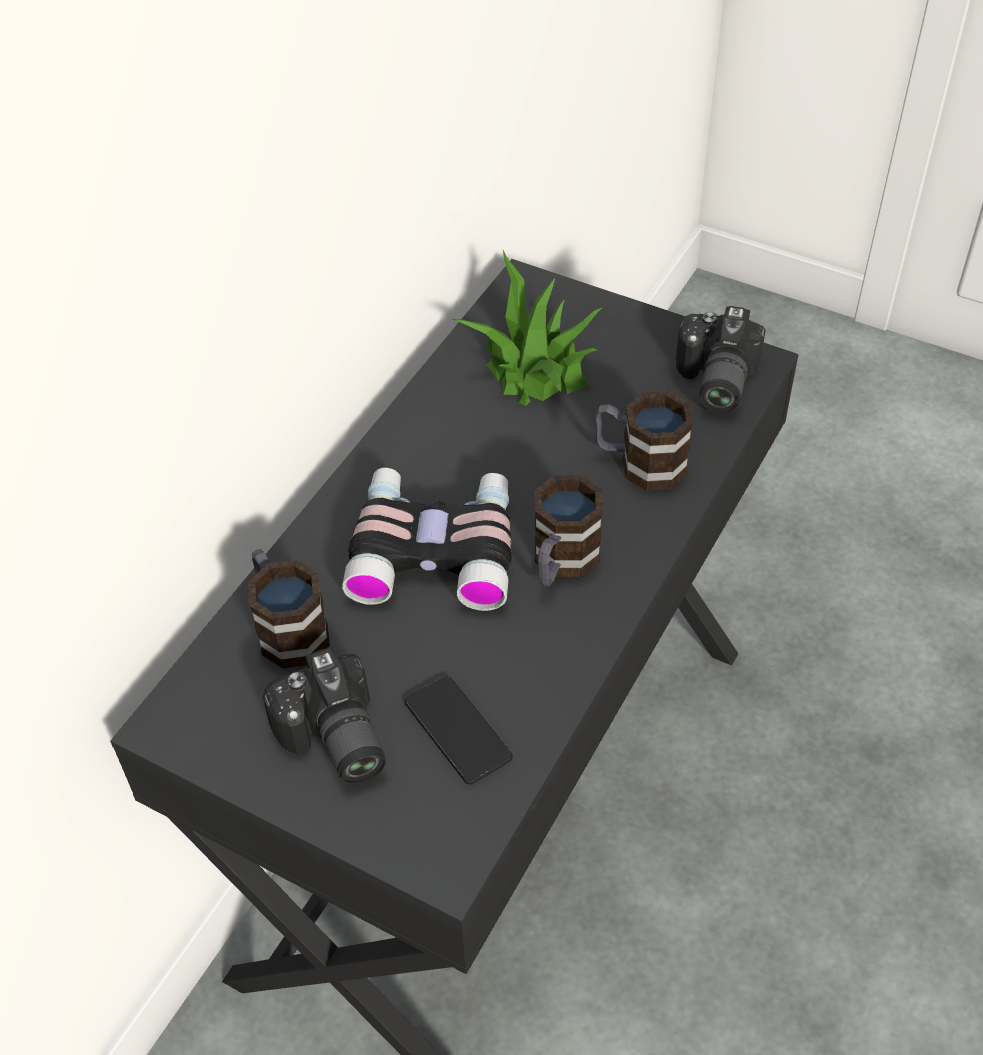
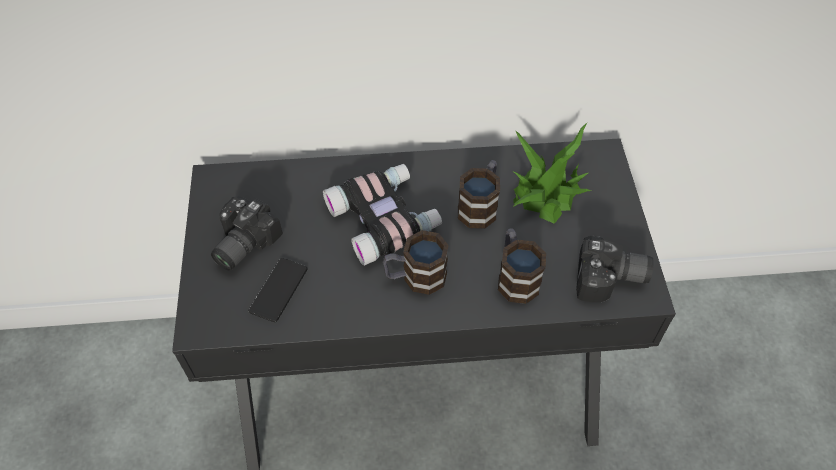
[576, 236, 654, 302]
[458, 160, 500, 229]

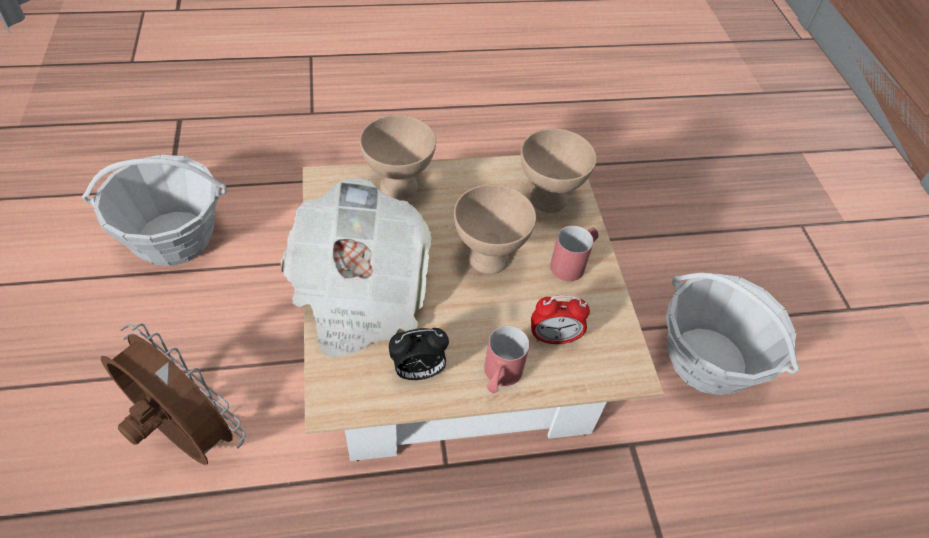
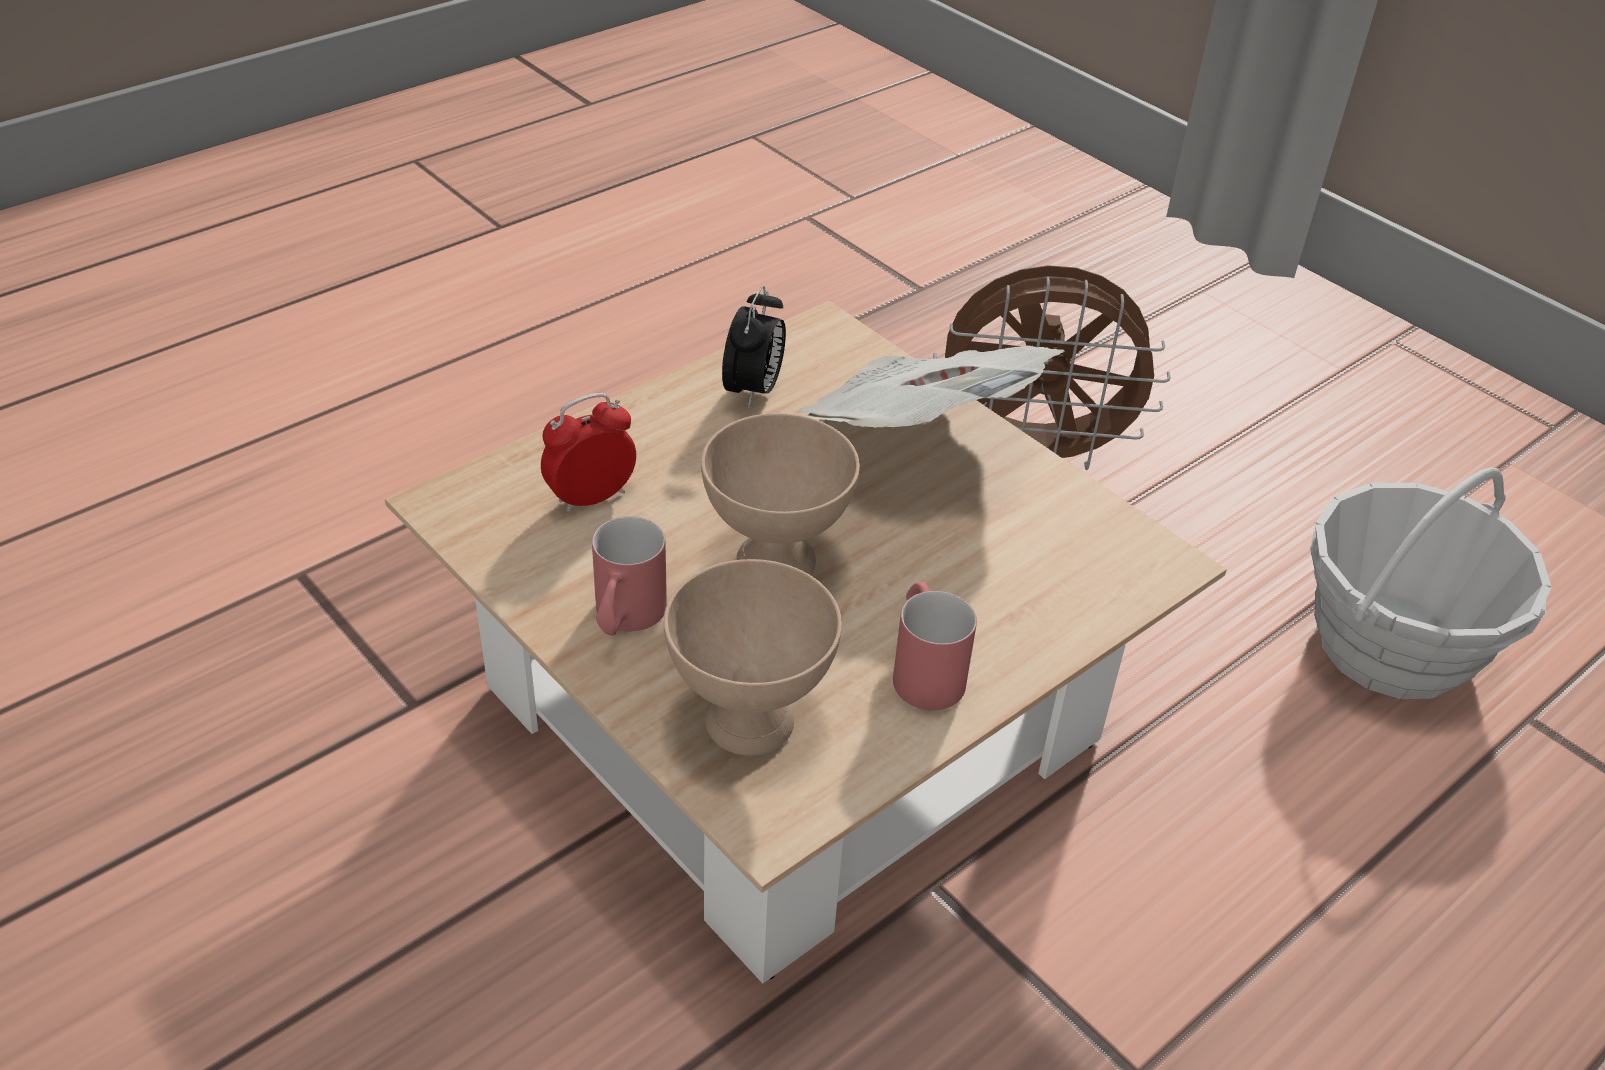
[360, 115, 436, 200] (first image)
[666, 272, 800, 395] (first image)
[893, 582, 977, 710]
[722, 285, 786, 408]

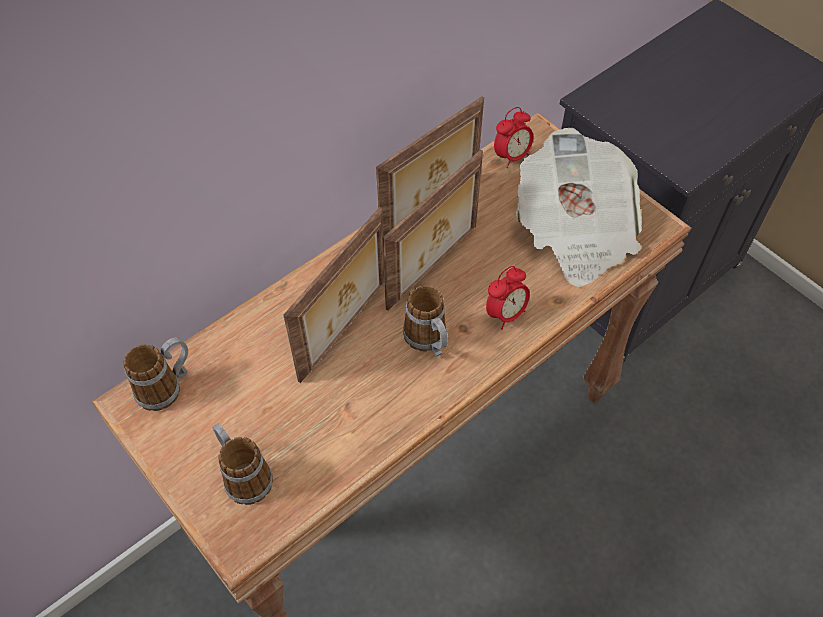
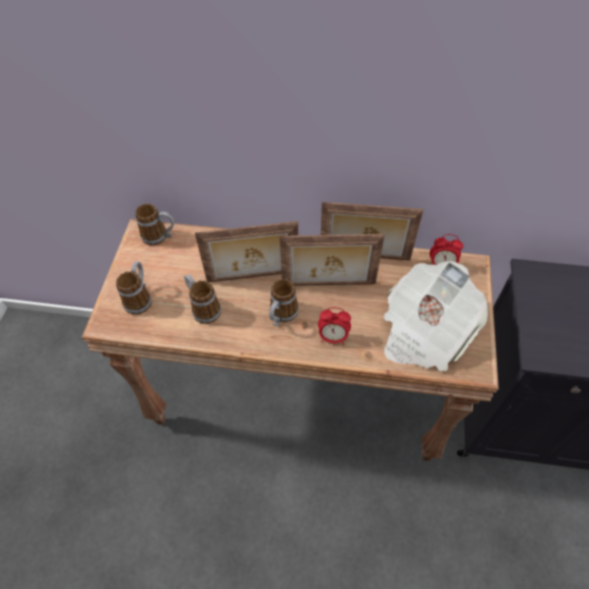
[184, 274, 221, 324]

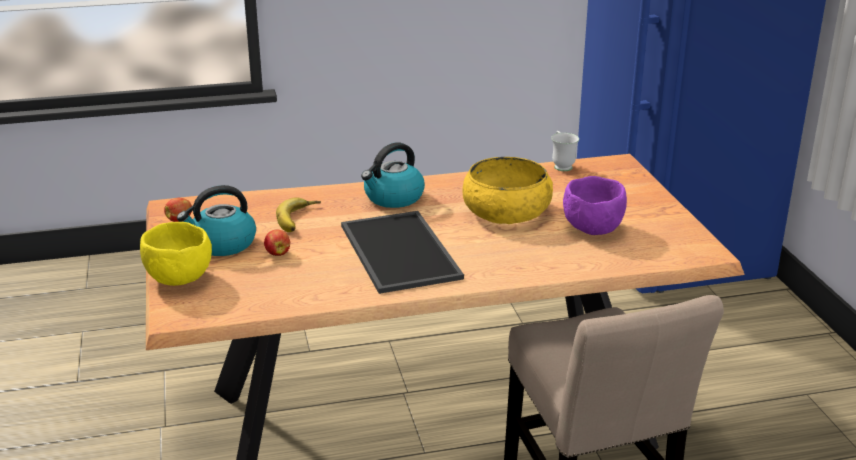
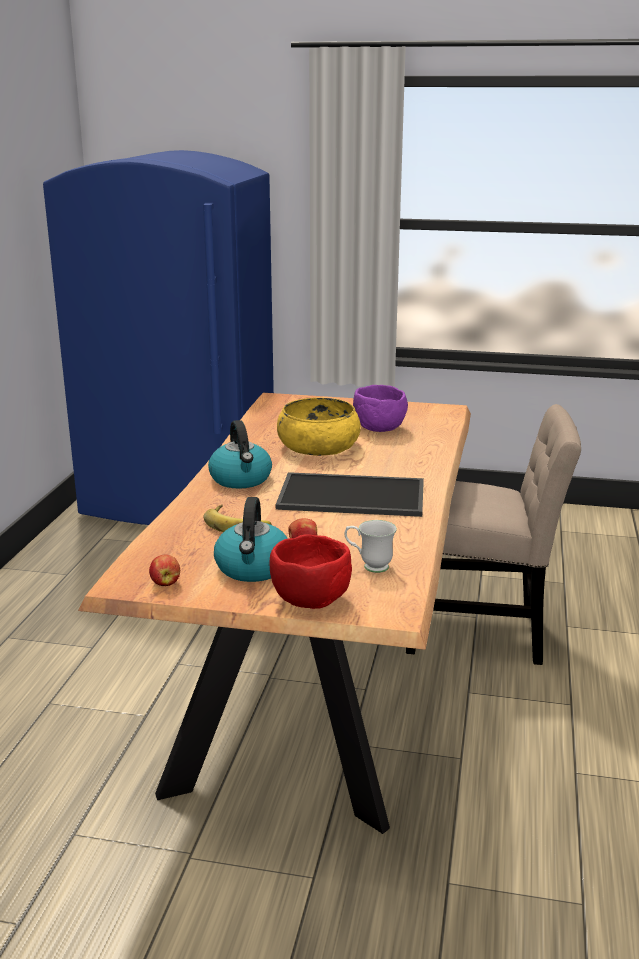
[344, 520, 397, 573]
[269, 534, 352, 609]

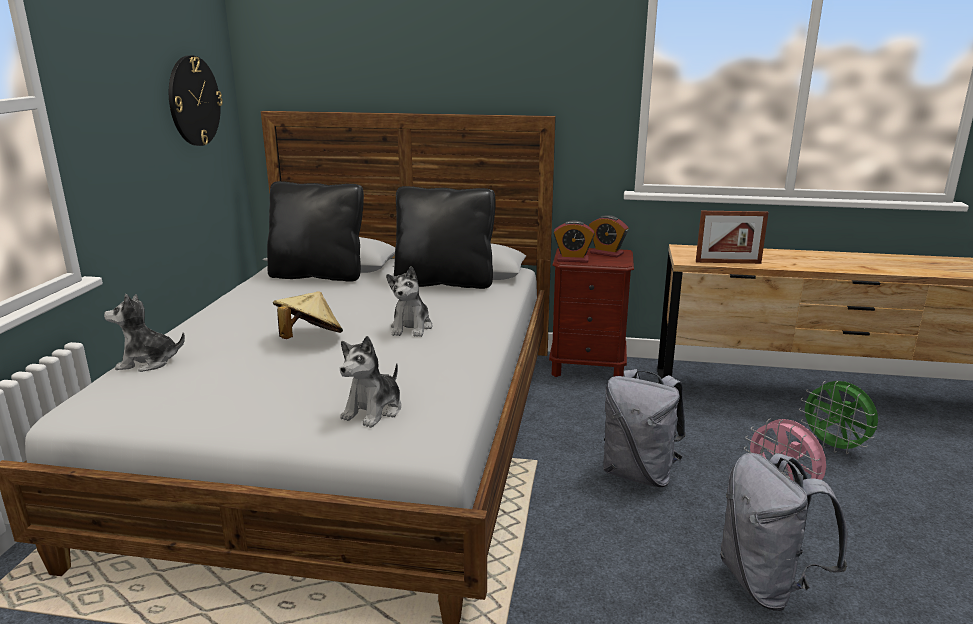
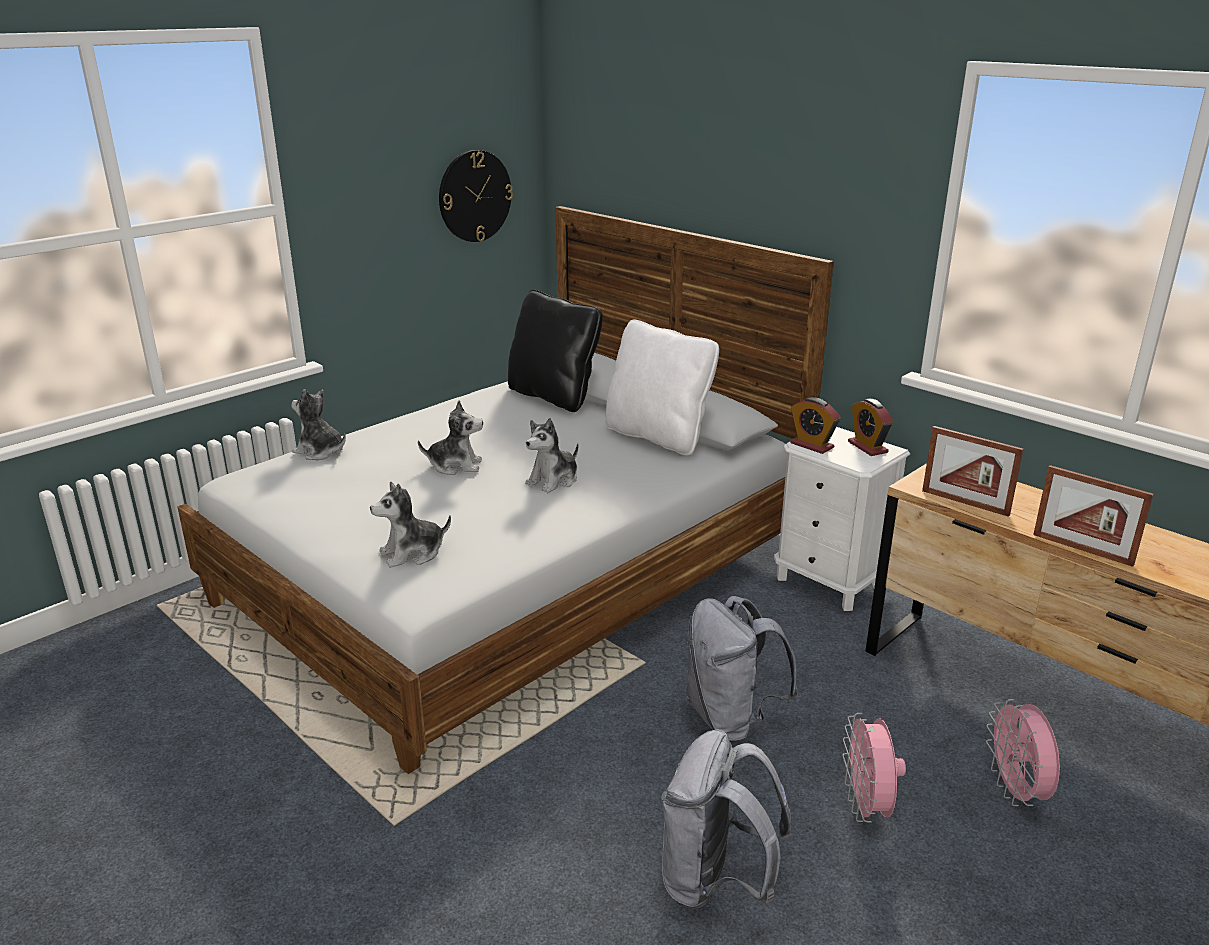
[605, 320, 719, 455]
[774, 427, 910, 611]
[418, 400, 483, 475]
[986, 699, 1060, 806]
[1033, 465, 1154, 567]

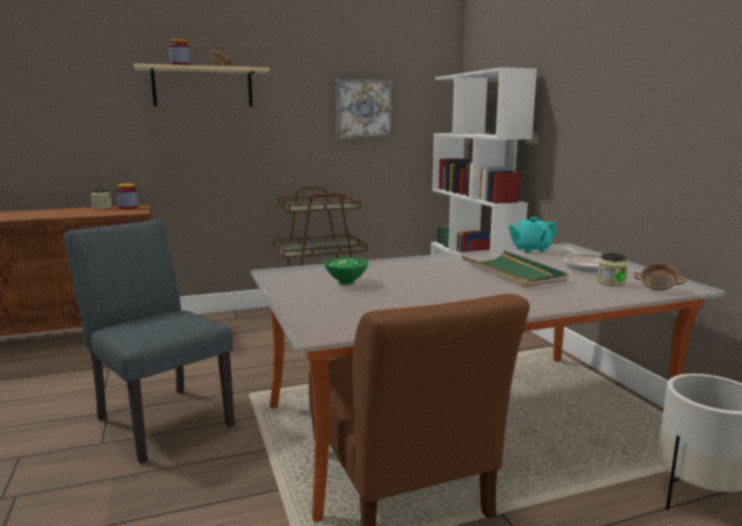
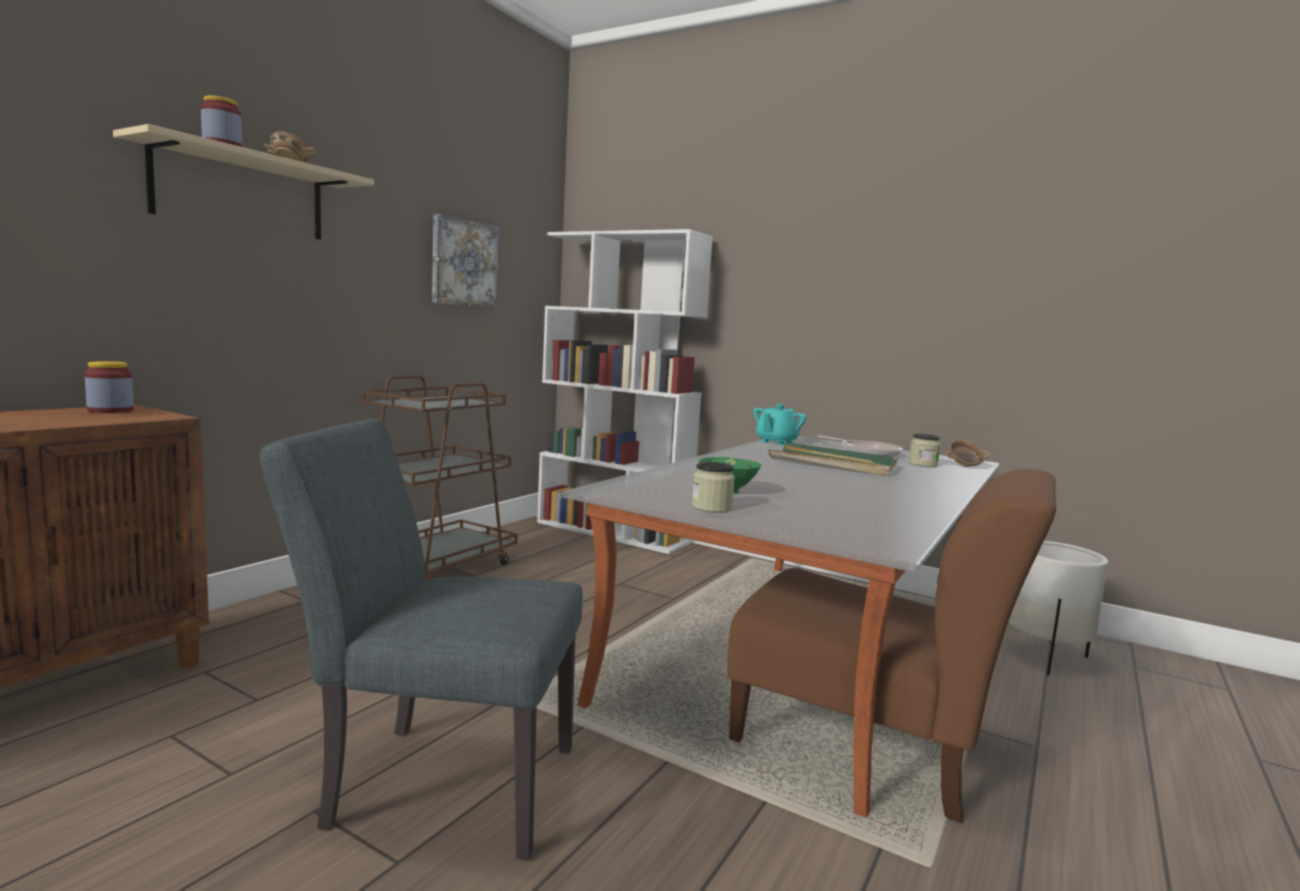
[692, 462, 735, 512]

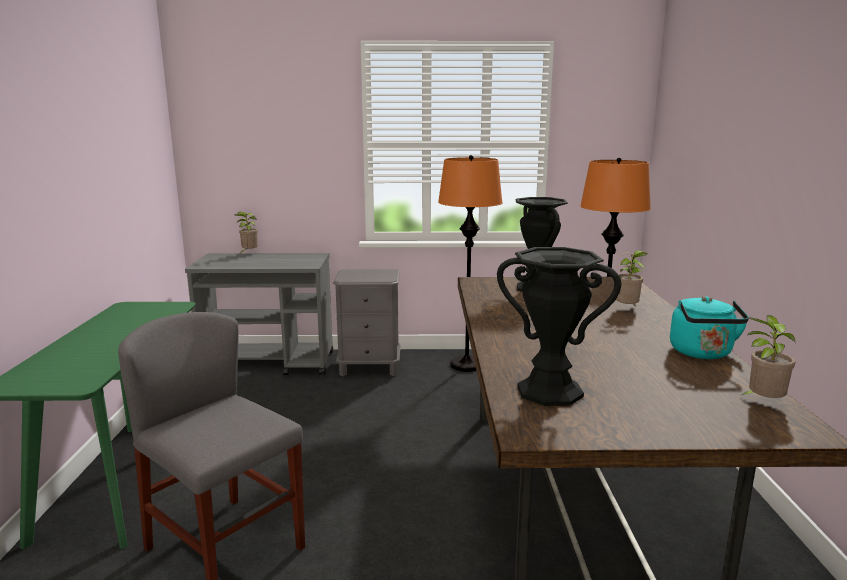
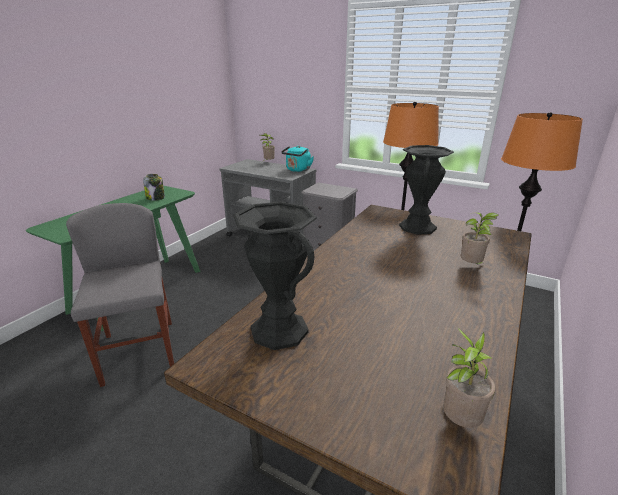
[281, 146, 314, 172]
[143, 174, 165, 201]

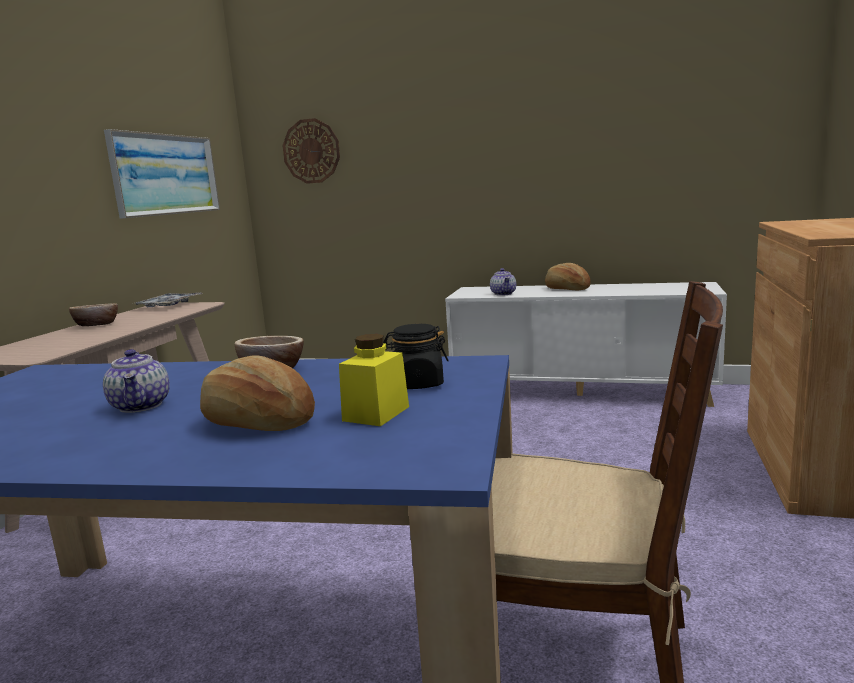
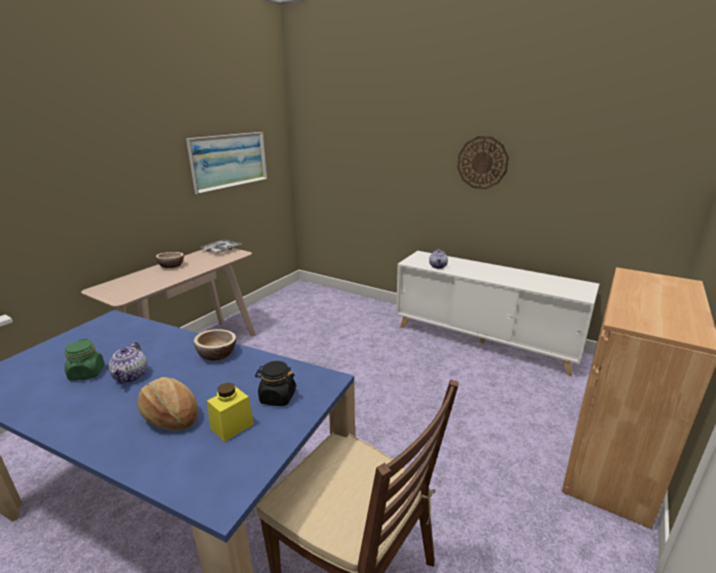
[457, 136, 509, 189]
[545, 263, 591, 290] (first image)
[65, 339, 105, 381]

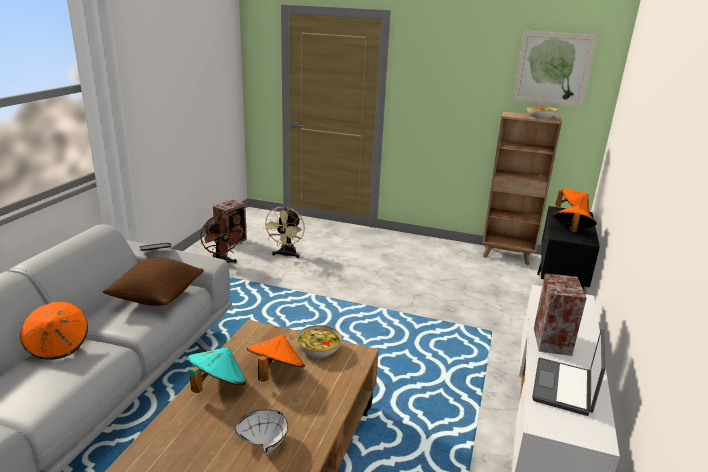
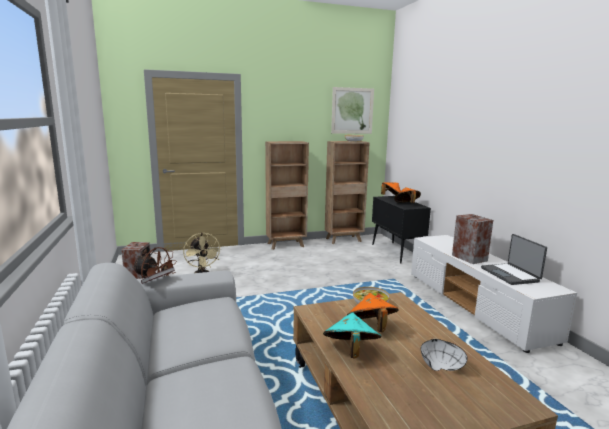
[102, 258, 204, 306] (first image)
[20, 302, 88, 360] (first image)
[265, 141, 309, 250]

